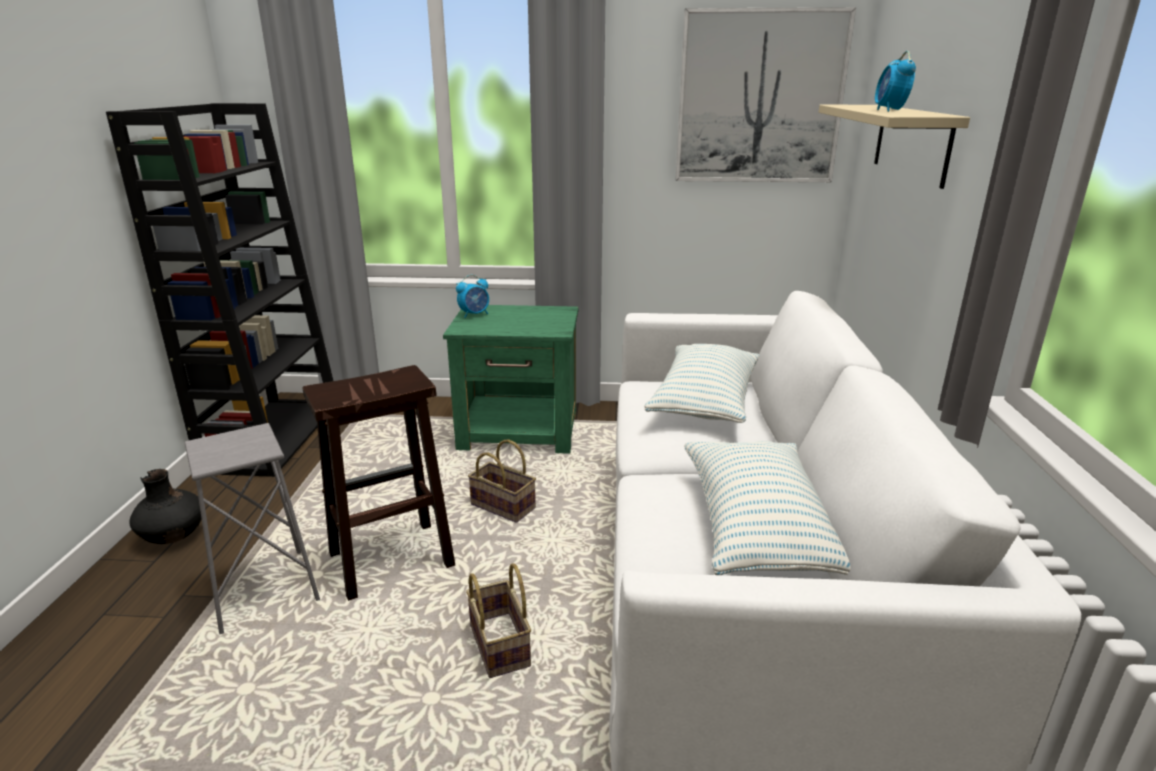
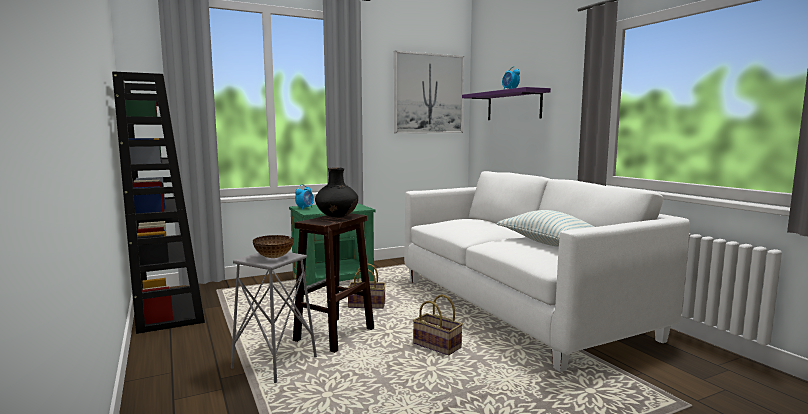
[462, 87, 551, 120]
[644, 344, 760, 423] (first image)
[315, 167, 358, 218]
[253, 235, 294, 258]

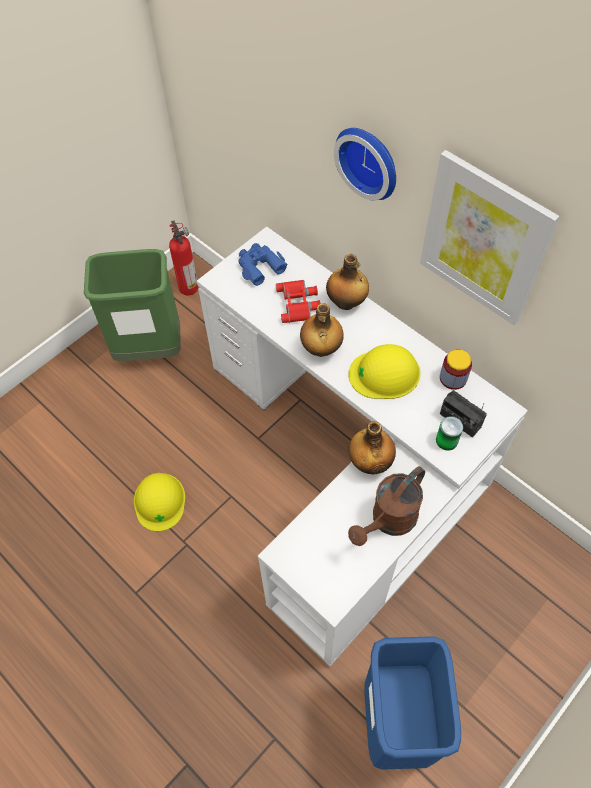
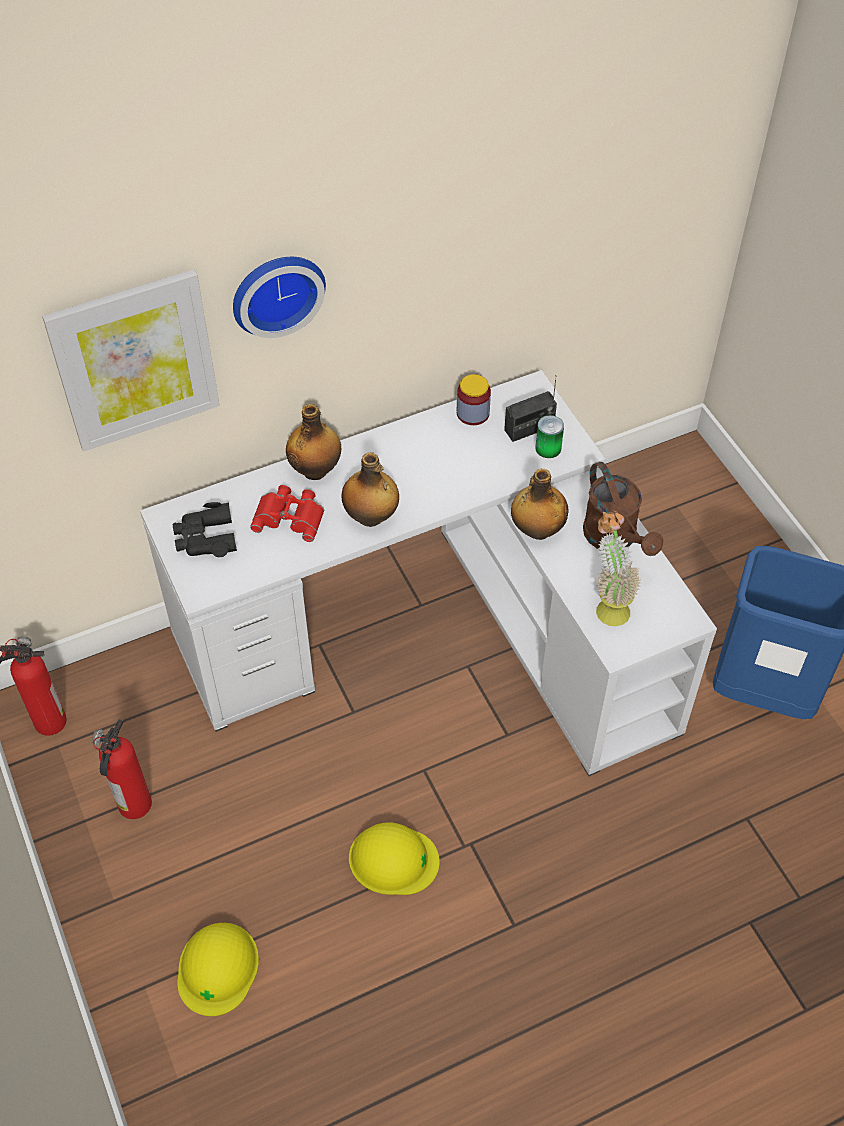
[42, 269, 220, 451]
[173, 502, 237, 557]
[92, 720, 152, 819]
[177, 923, 259, 1016]
[596, 511, 641, 626]

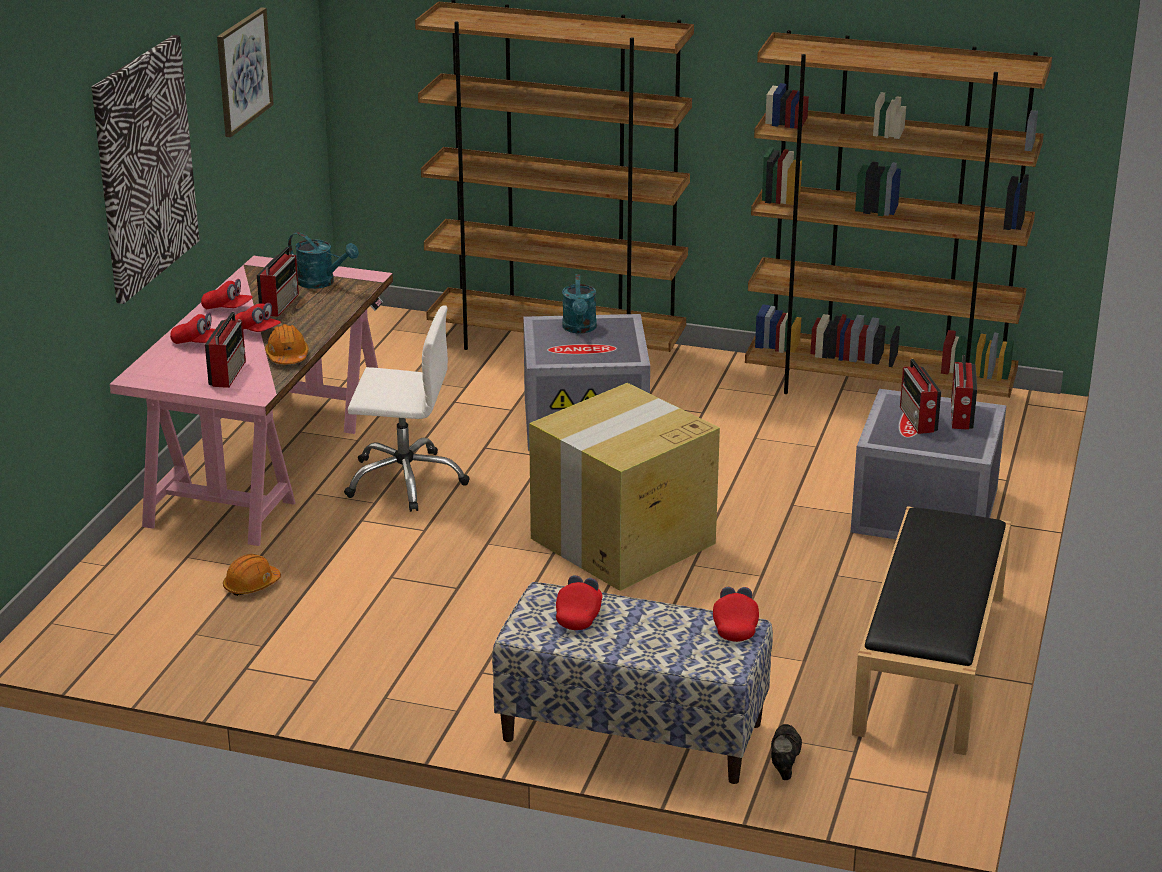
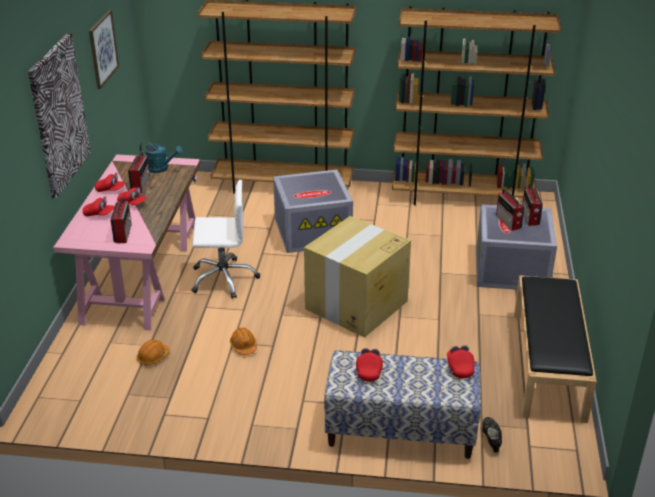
[562, 274, 597, 334] (first image)
[230, 328, 257, 355]

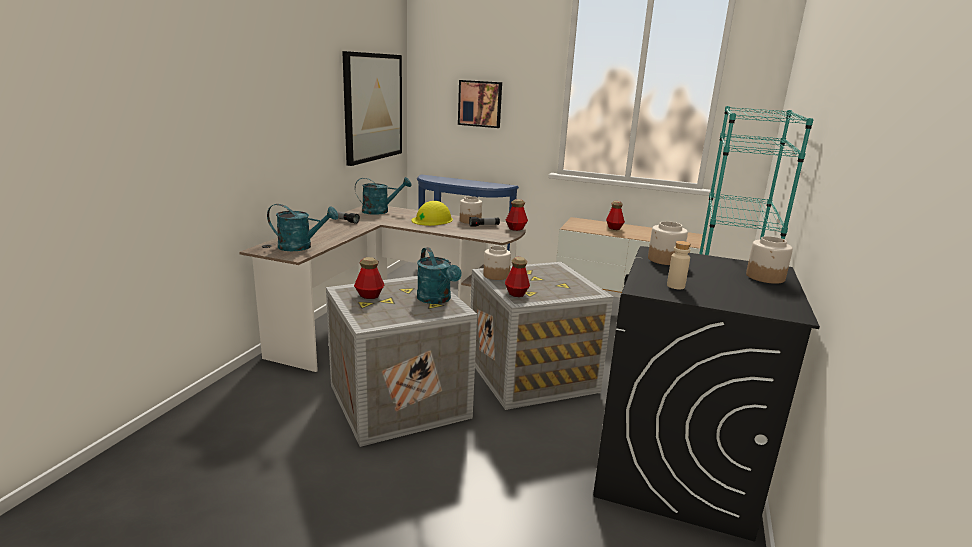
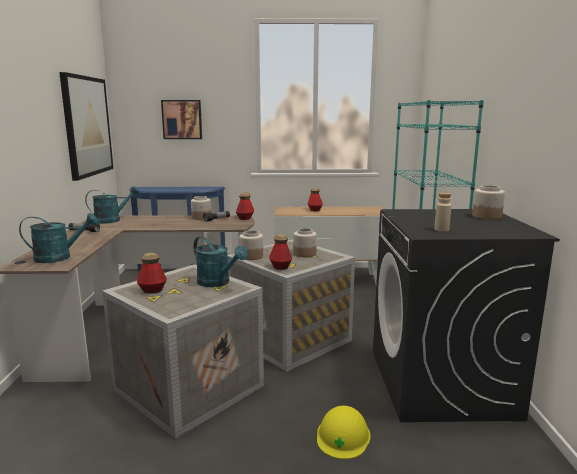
[317, 406, 371, 459]
[293, 228, 317, 257]

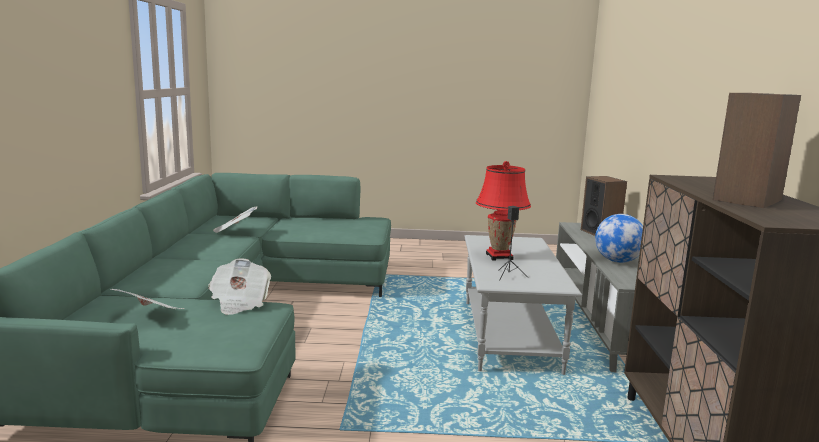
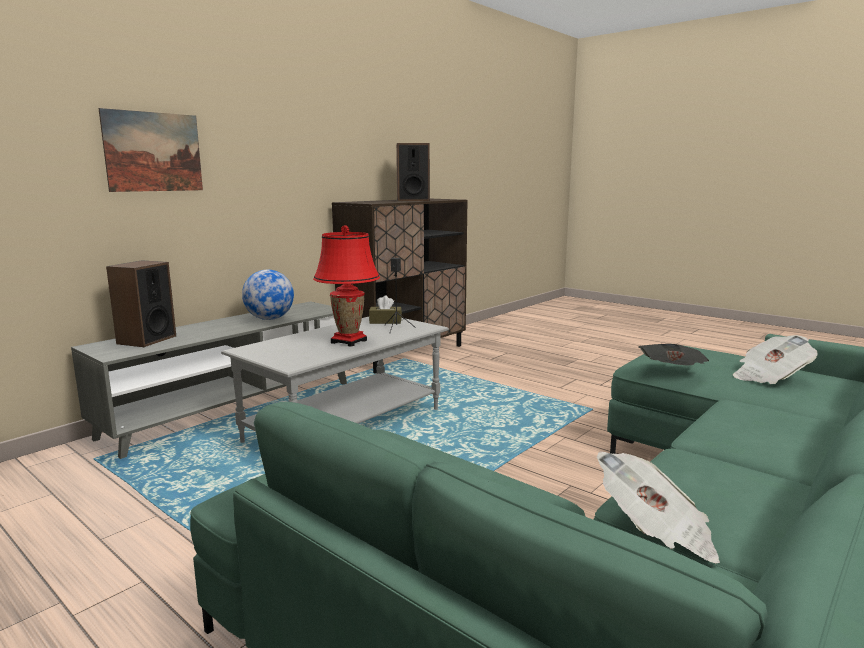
[98, 108, 203, 192]
[369, 295, 402, 324]

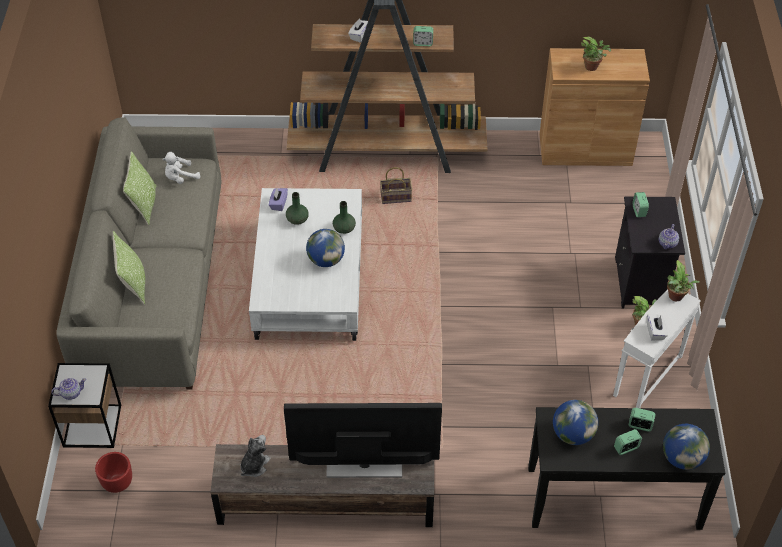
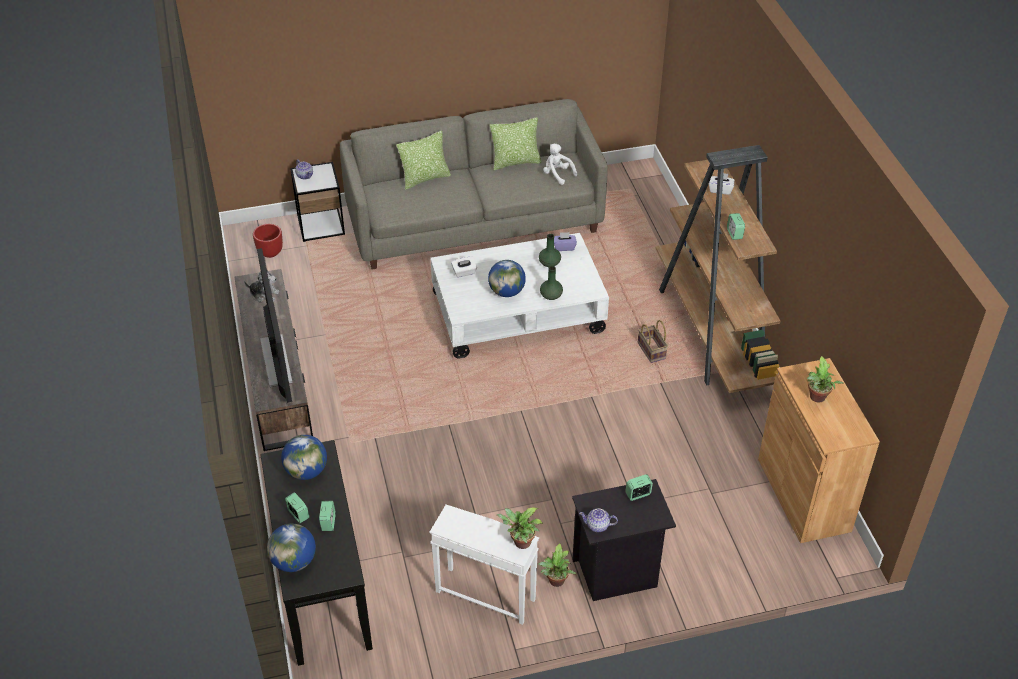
[451, 257, 477, 278]

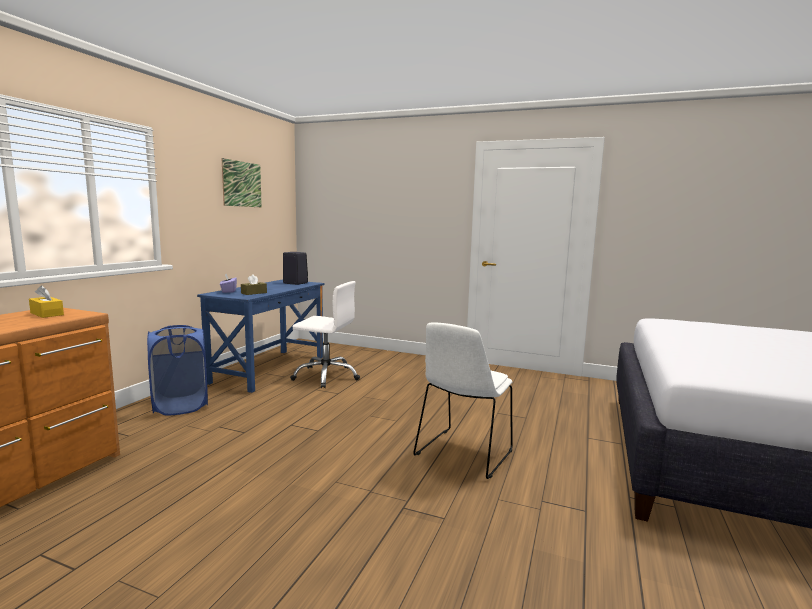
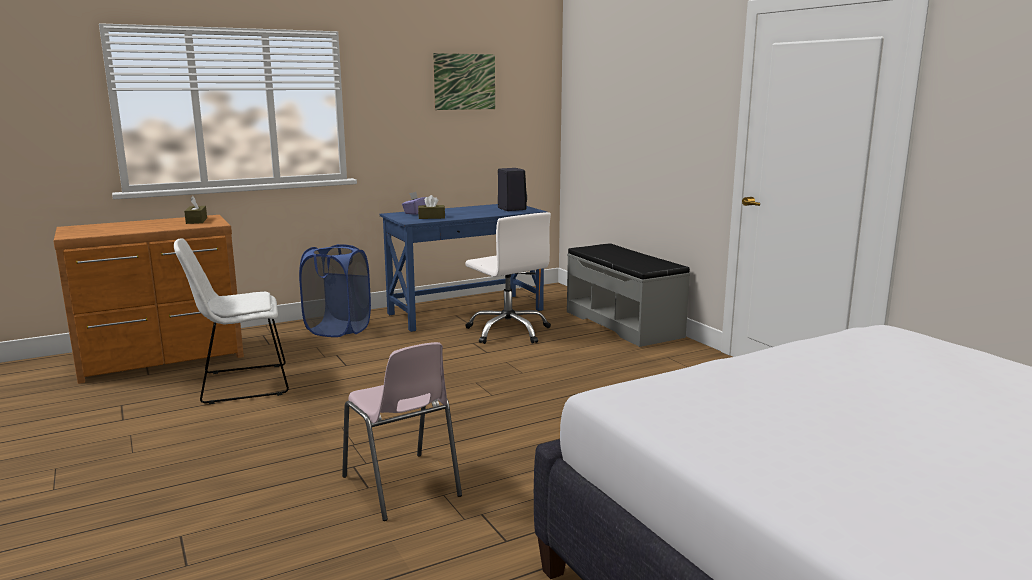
[184, 196, 207, 224]
[174, 239, 289, 404]
[567, 243, 690, 347]
[342, 342, 462, 521]

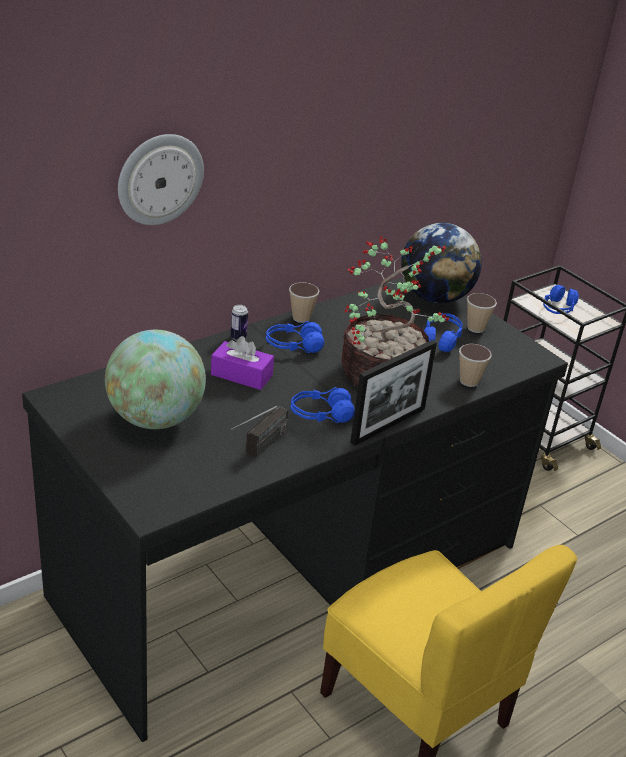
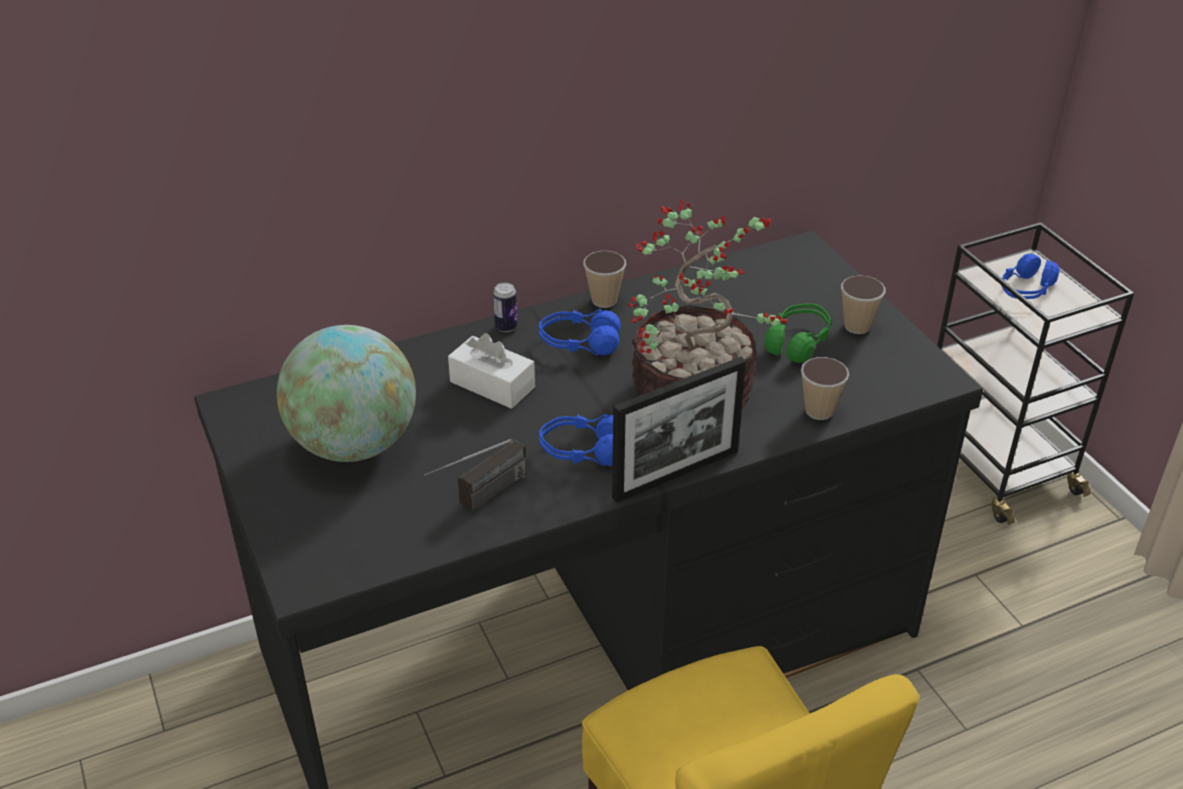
[118, 134, 204, 225] (first image)
[401, 223, 482, 303] (first image)
[764, 303, 831, 363]
[448, 333, 535, 409]

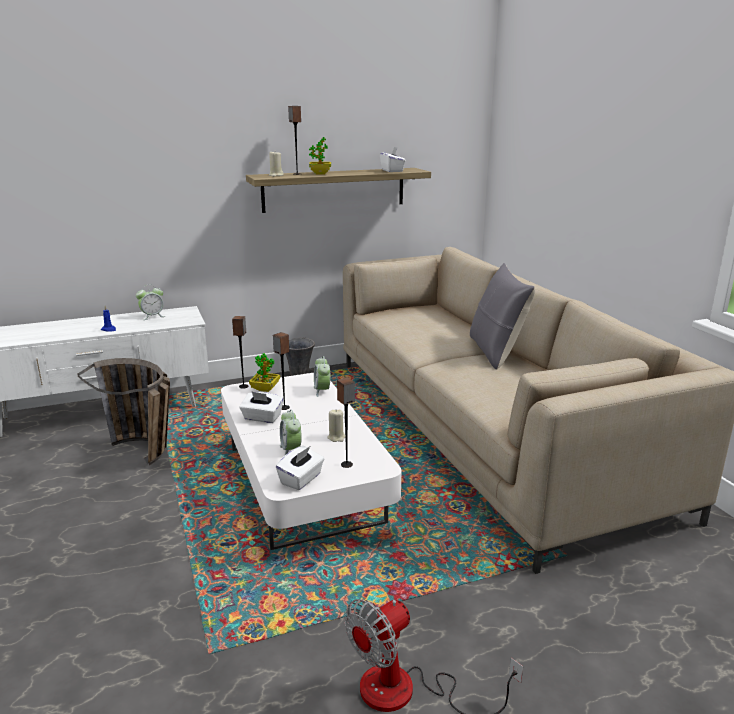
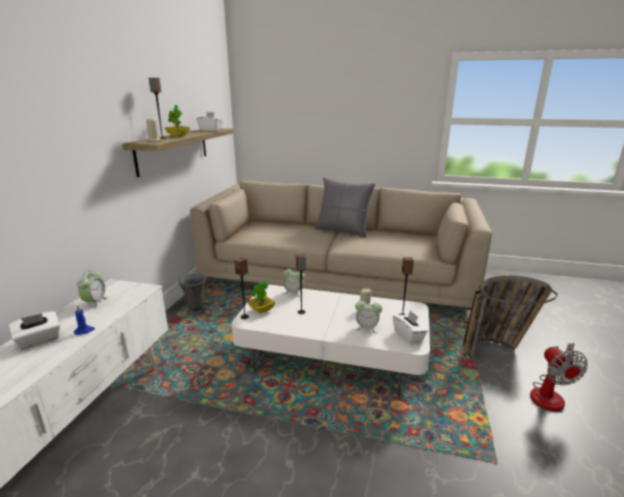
[463, 276, 557, 359]
[9, 311, 60, 350]

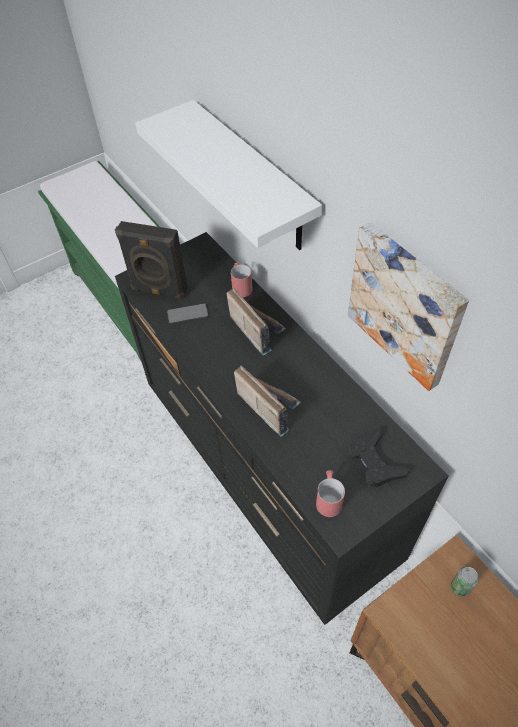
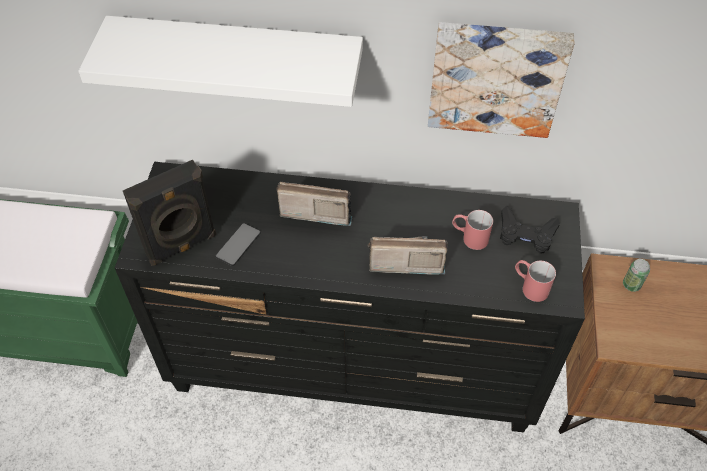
[452, 210, 493, 250]

